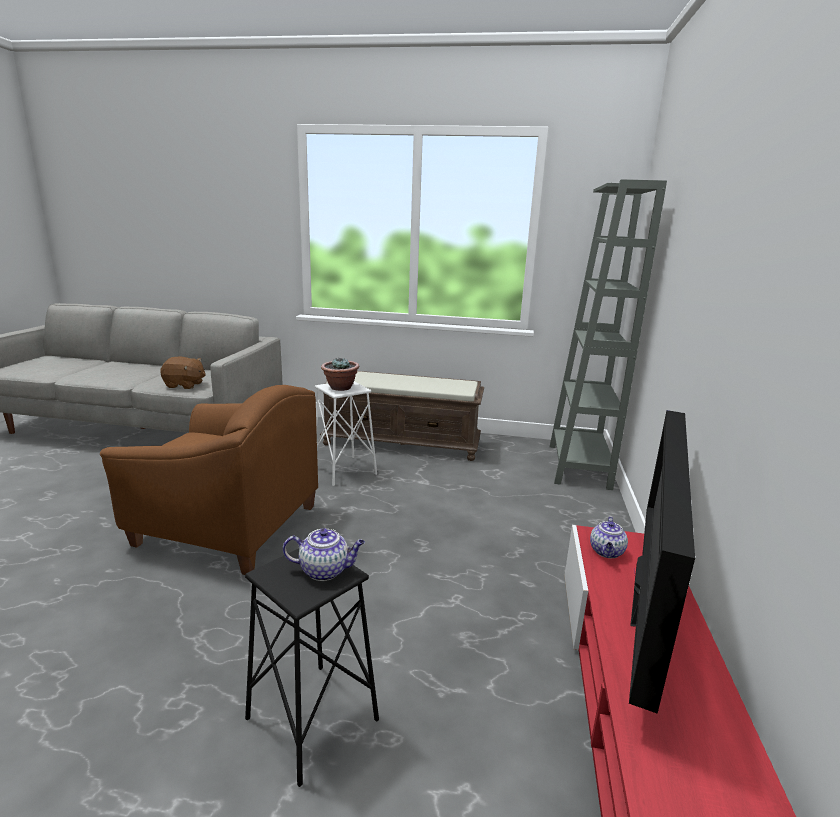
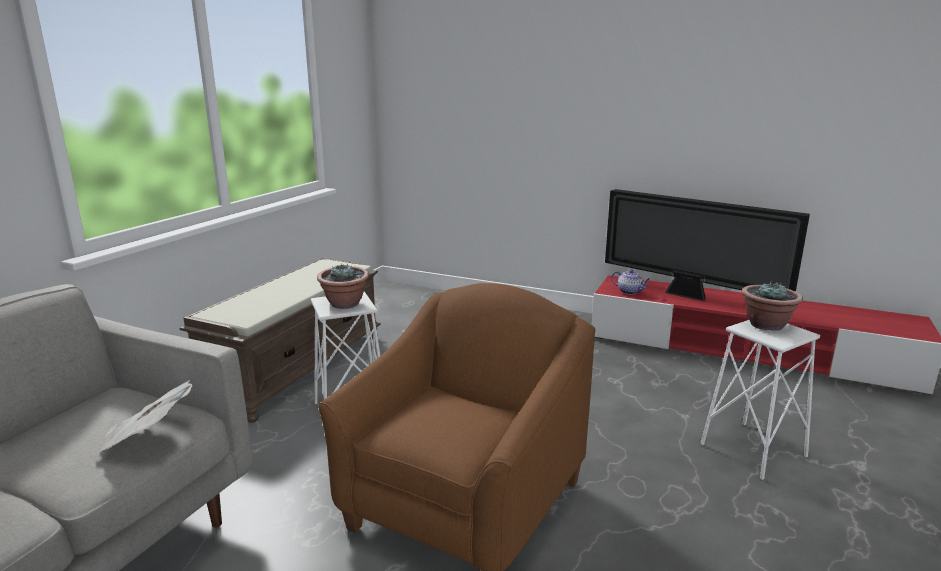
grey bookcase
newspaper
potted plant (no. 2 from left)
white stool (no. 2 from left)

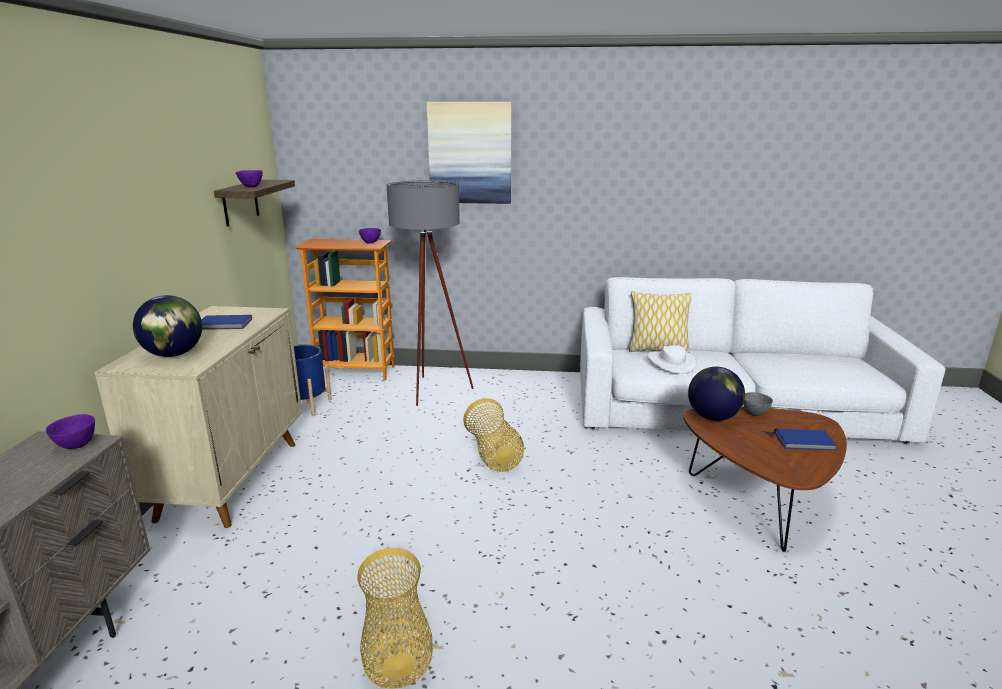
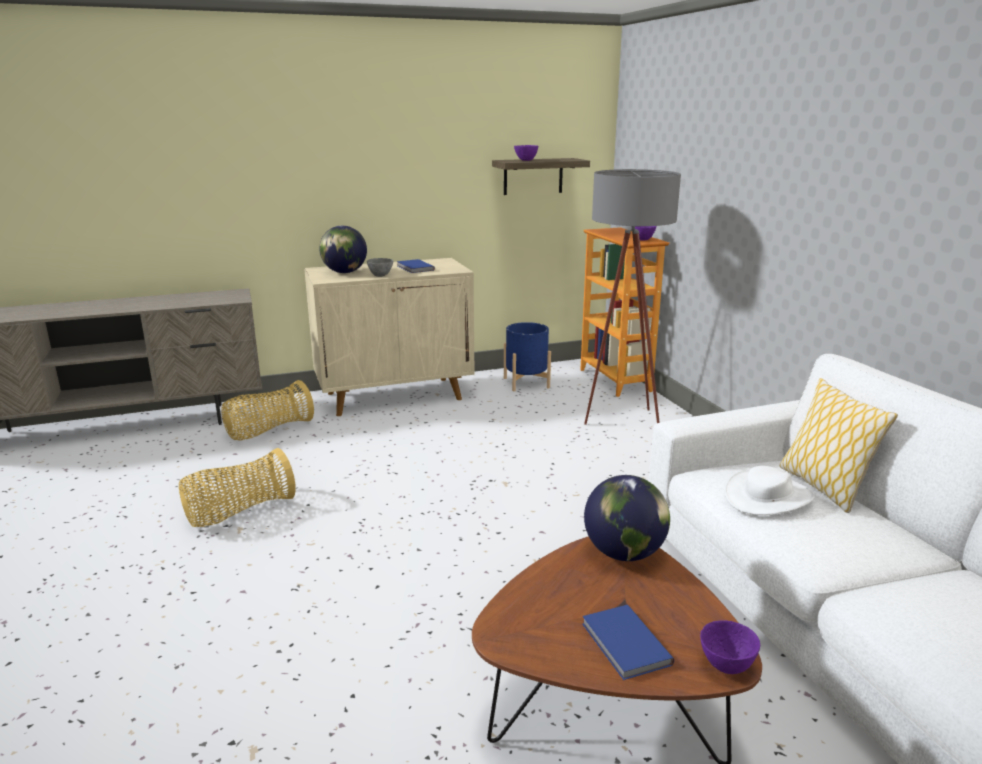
picture
purple bowl (no. 3 from left)
basket (no. 2 from left)
grey bowl

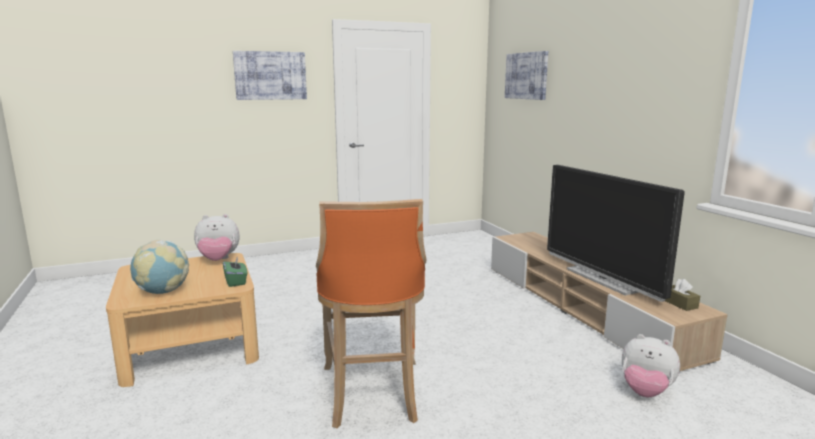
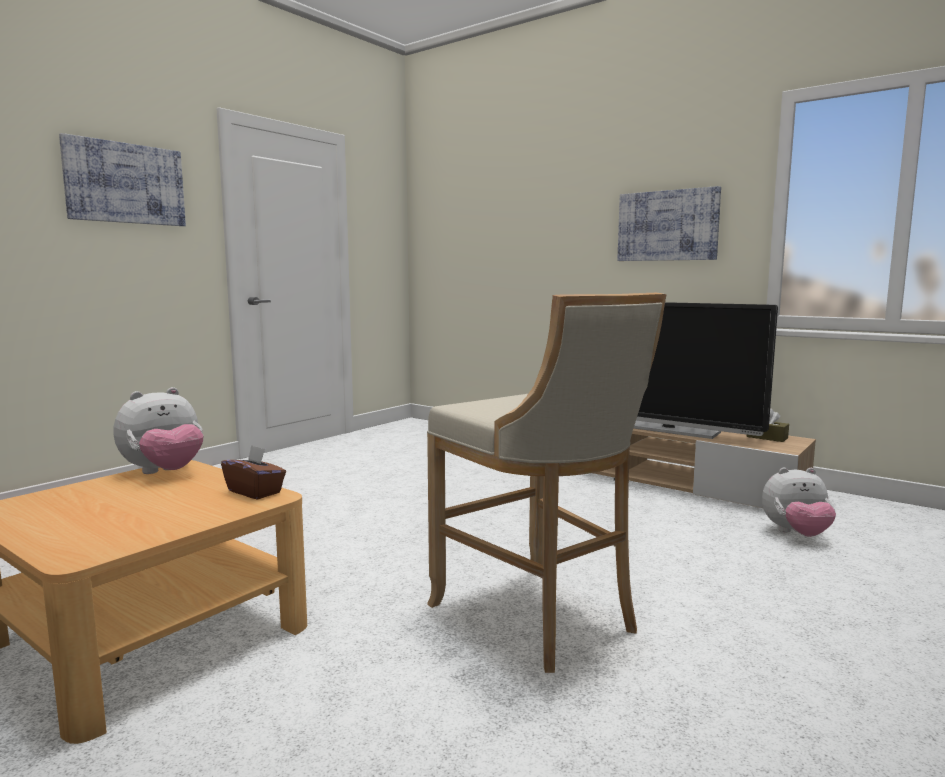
globe
picture (no. 2 from left)
brown tissue box (no. 1 from left)
beige stool

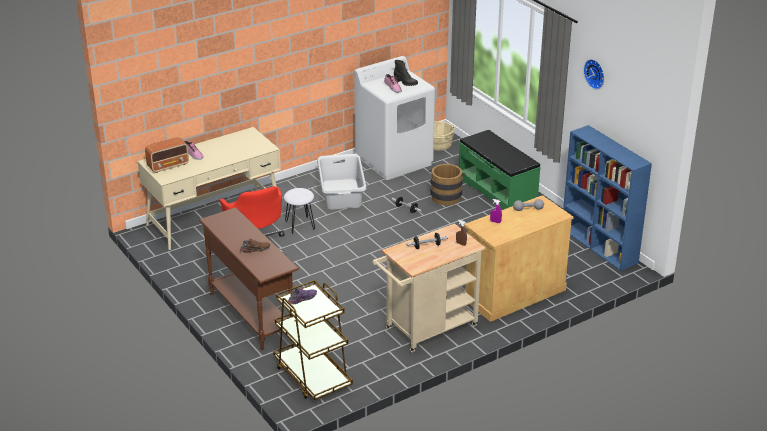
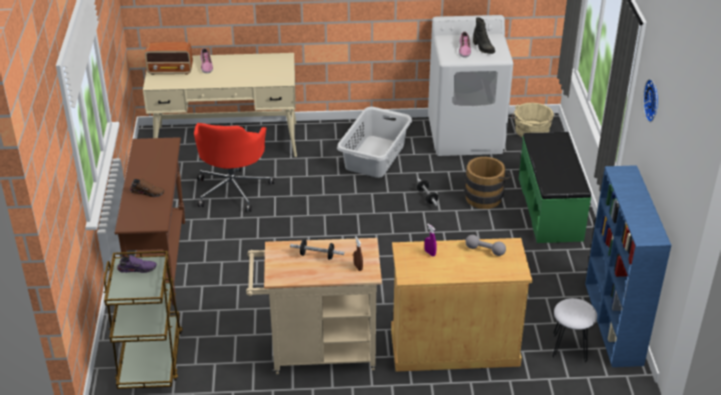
white stool

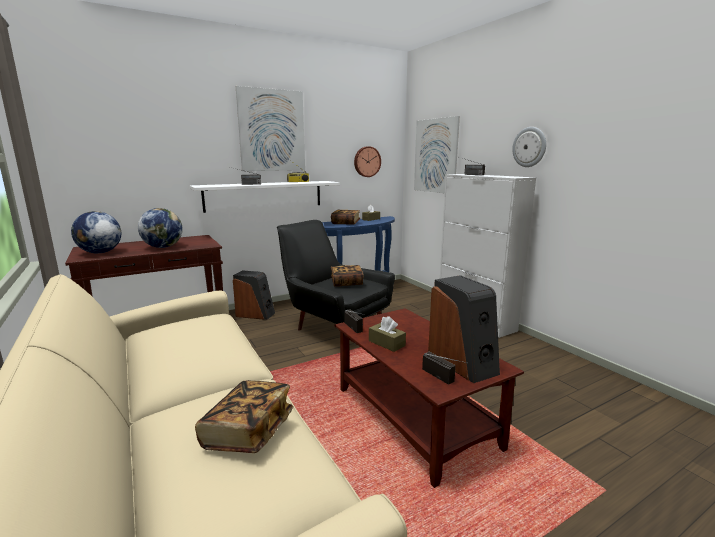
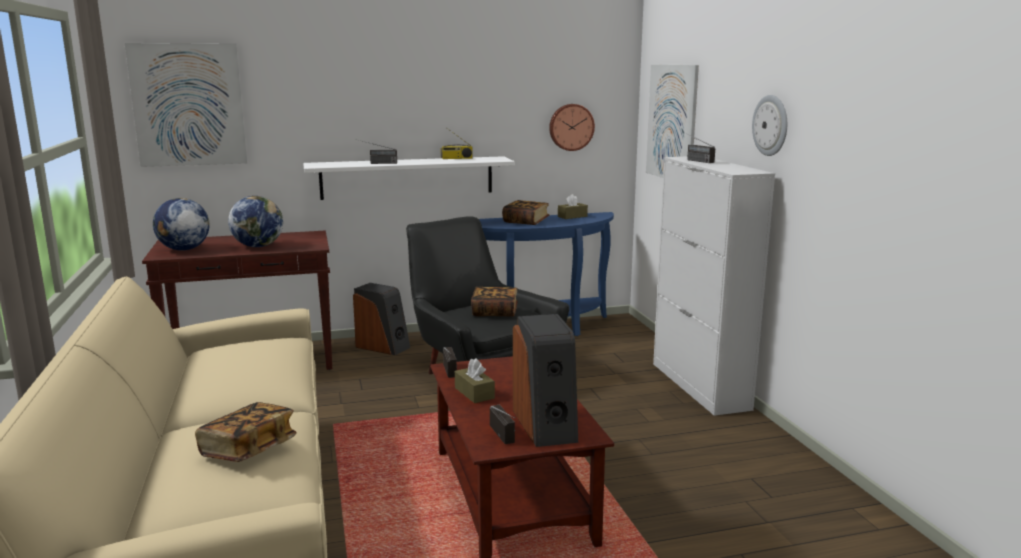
picture (no. 1 from left)

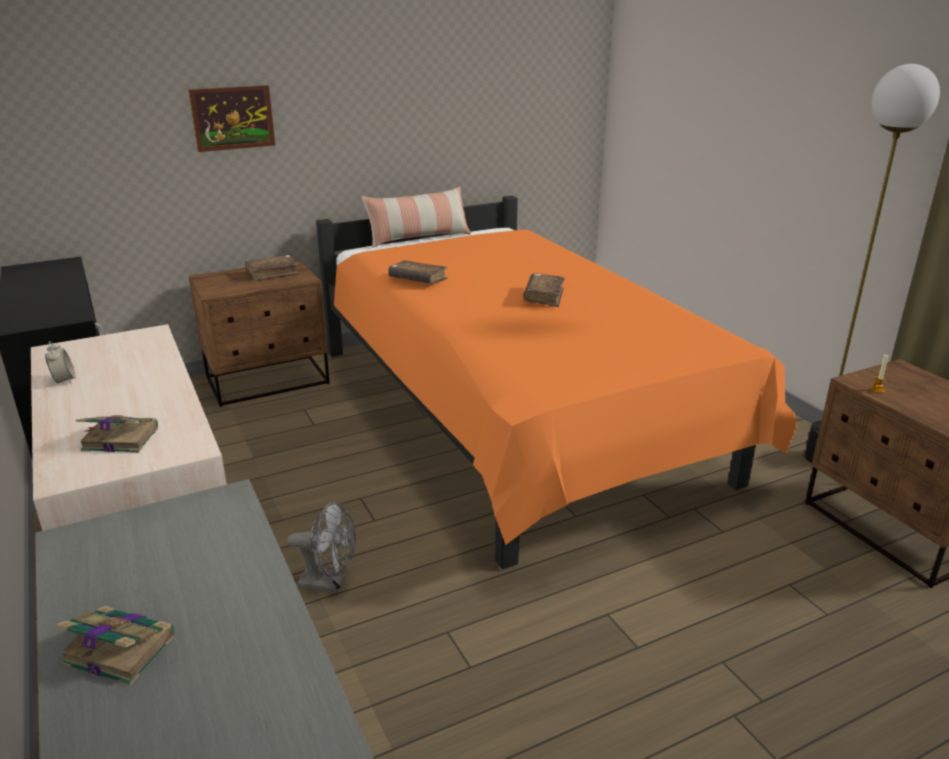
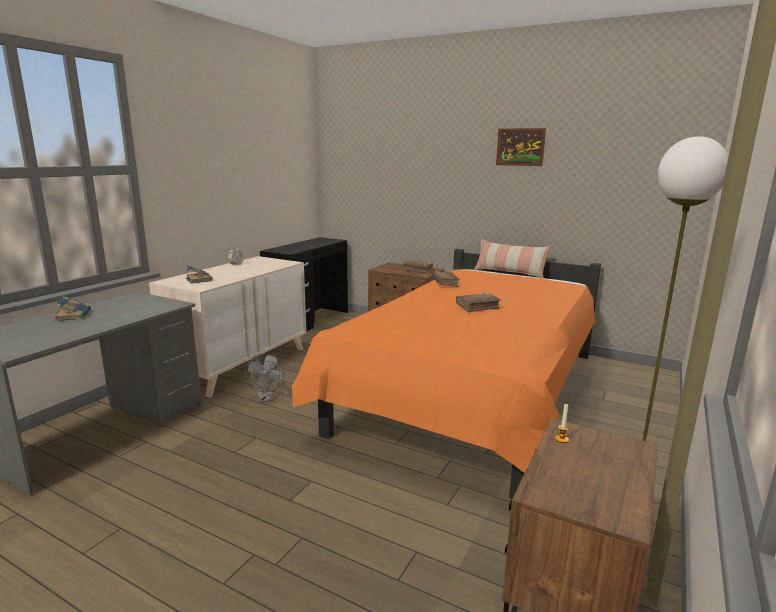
picture

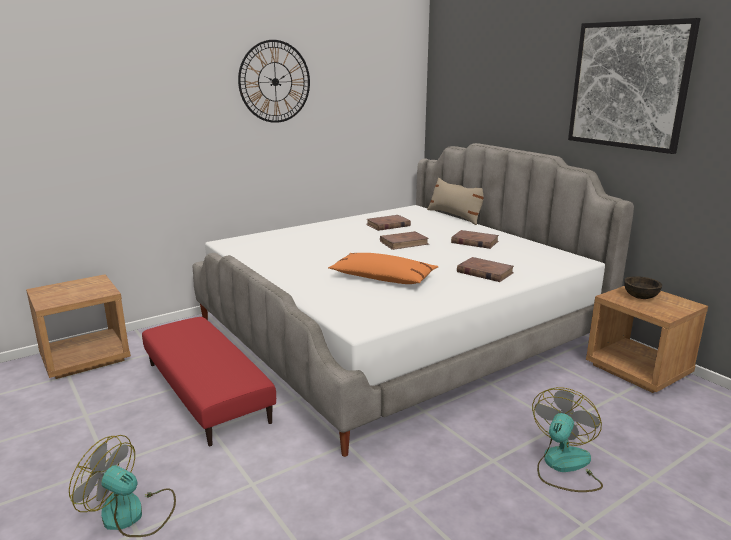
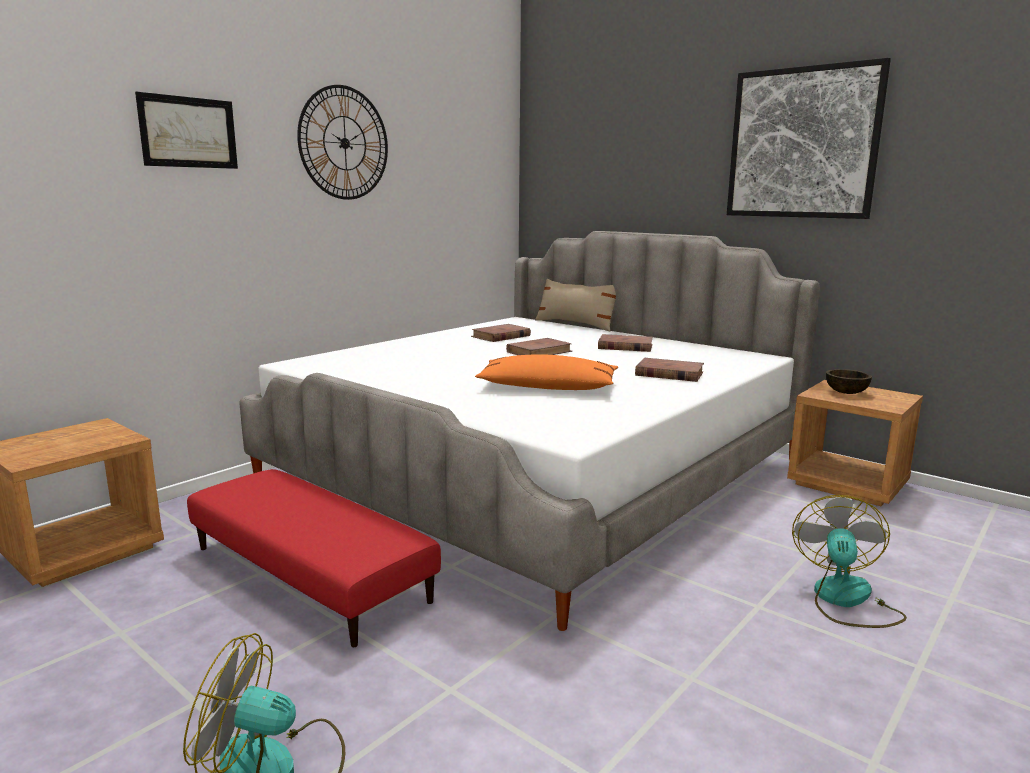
picture (no. 1 from left)

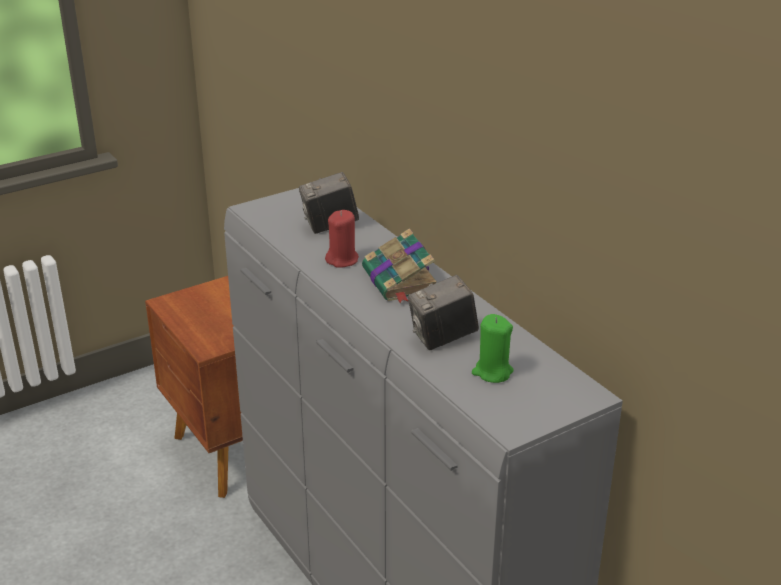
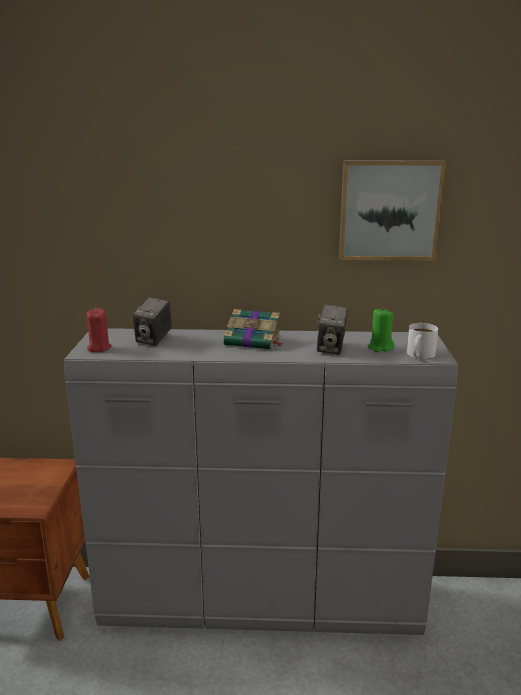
picture
white mug
red candle

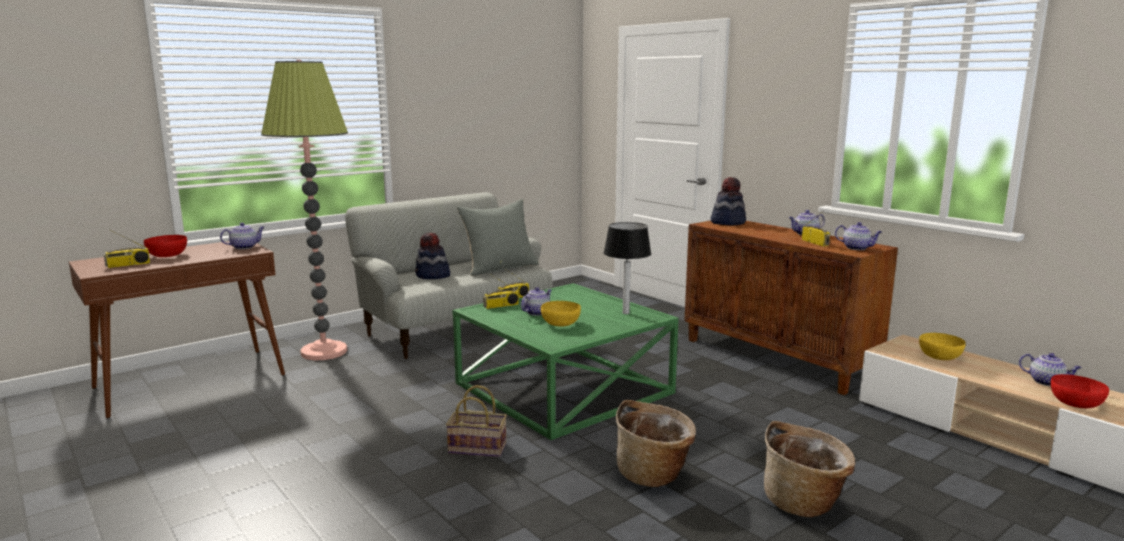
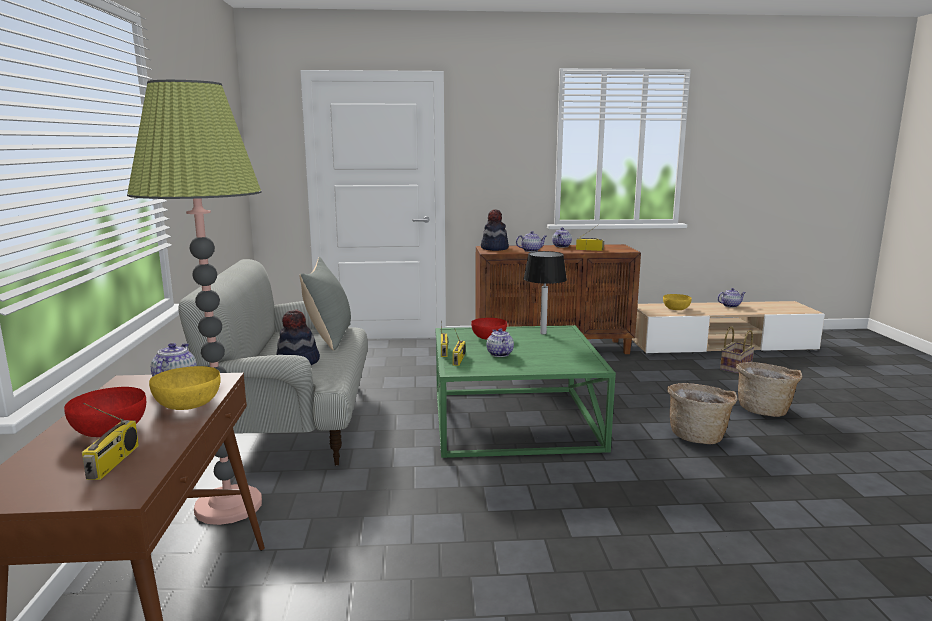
basket (no. 2 from left)
yellow bowl (no. 1 from left)
teapot (no. 3 from left)
red bowl (no. 2 from left)

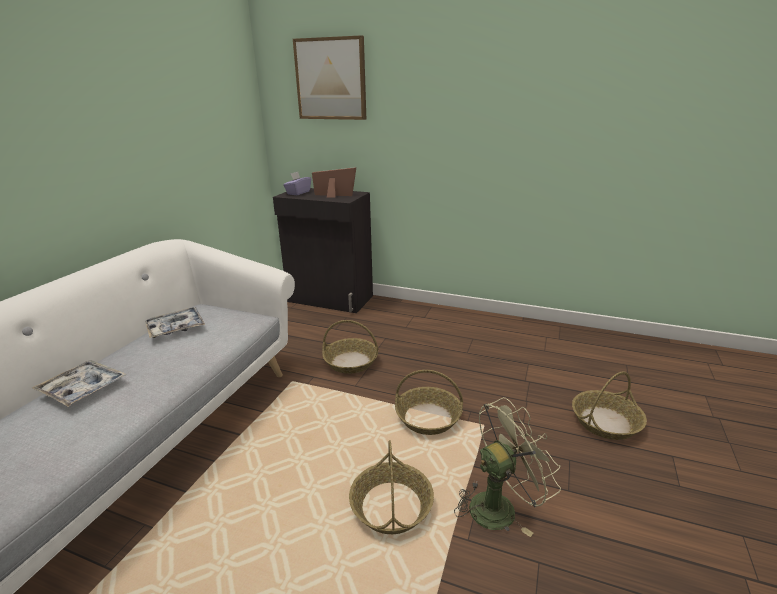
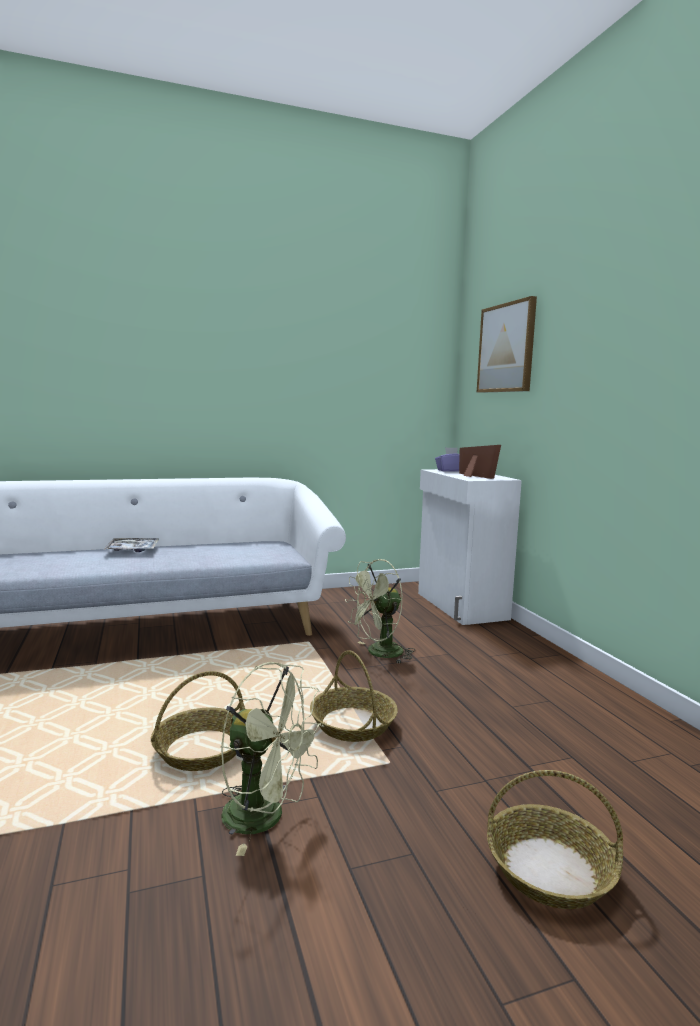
tray (no. 2 from left in the first image)
green fan (no. 2 from left)
white cabinet

